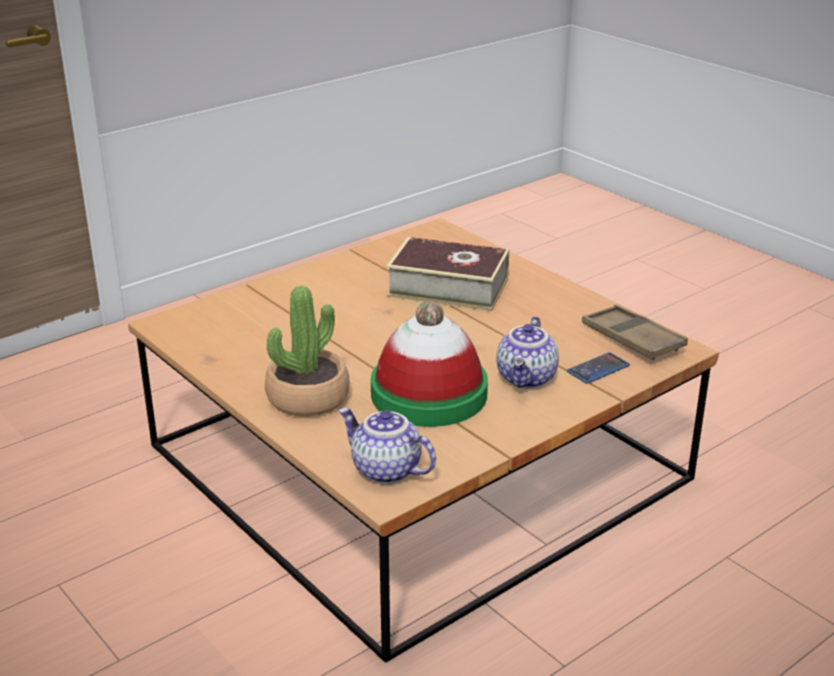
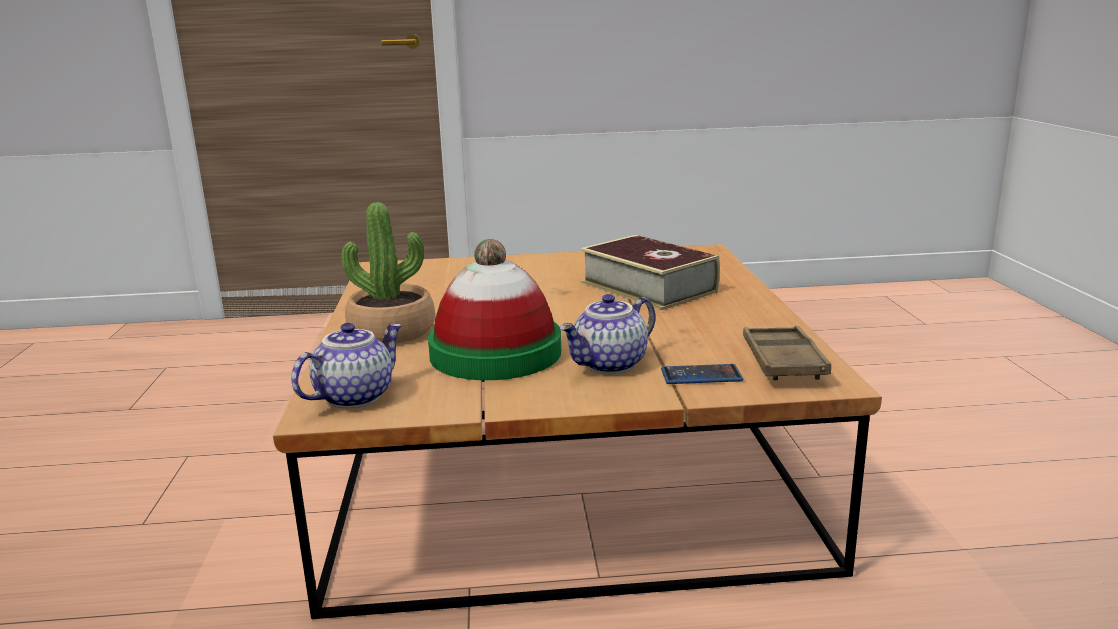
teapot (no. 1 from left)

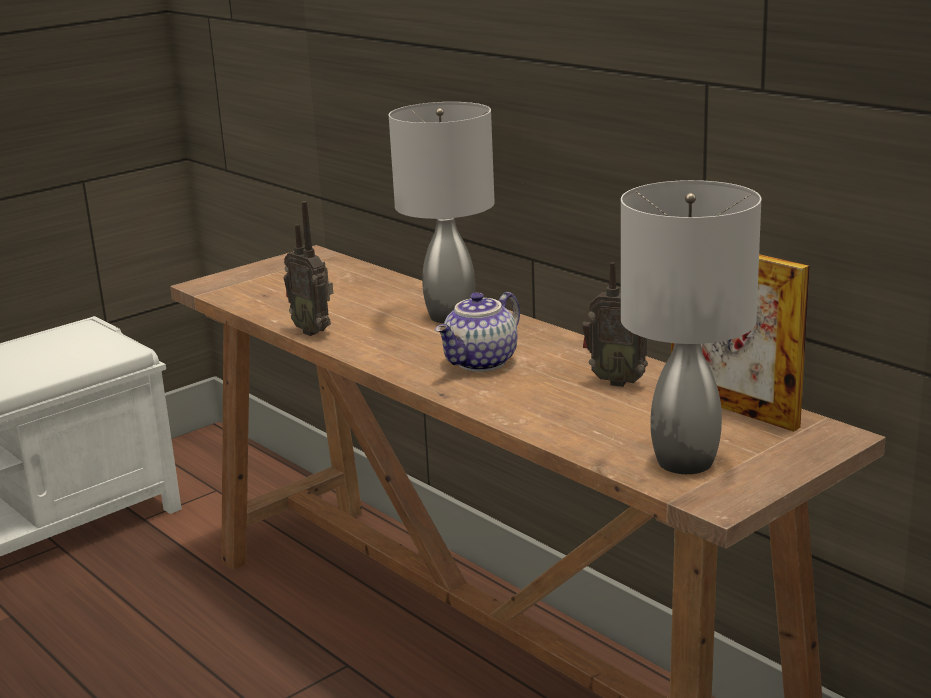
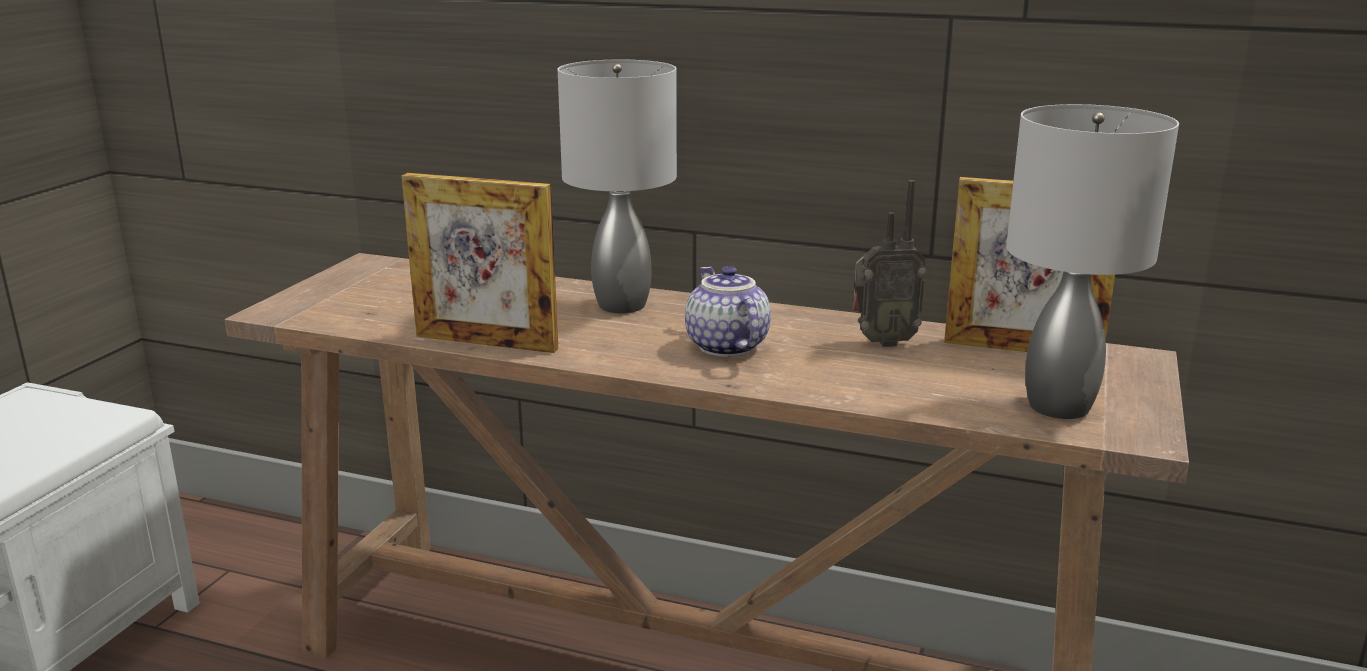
picture frame (no. 1 from left)
teapot

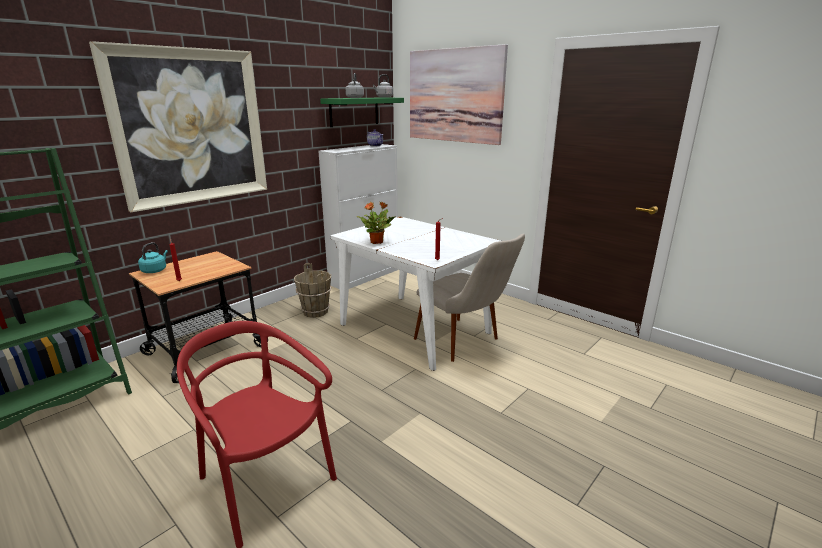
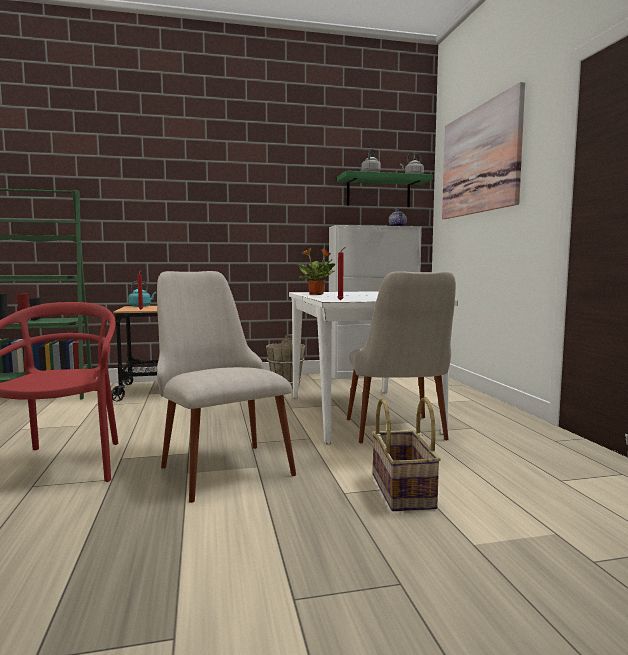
picture (no. 1 from left in the first image)
beige chair (no. 1 from left)
basket

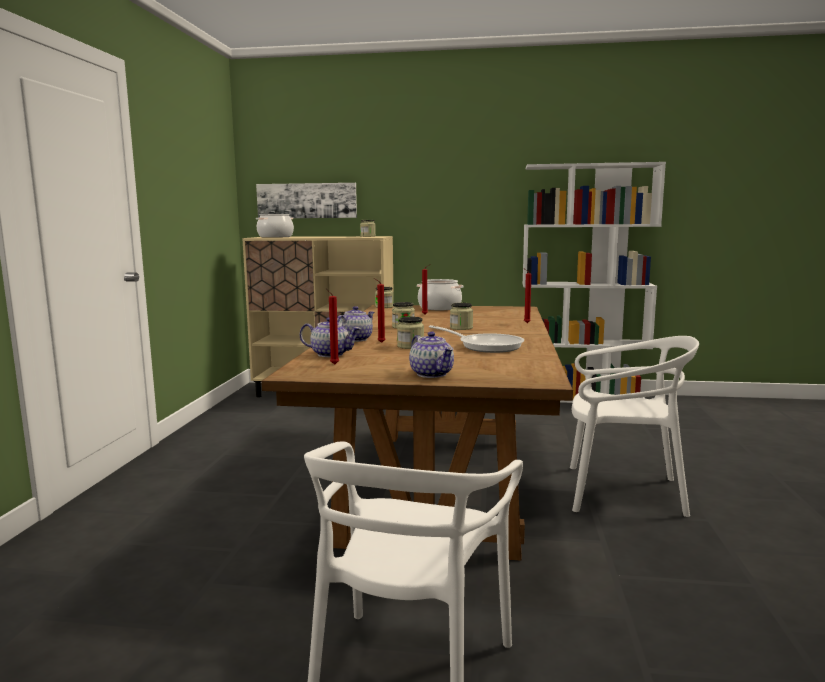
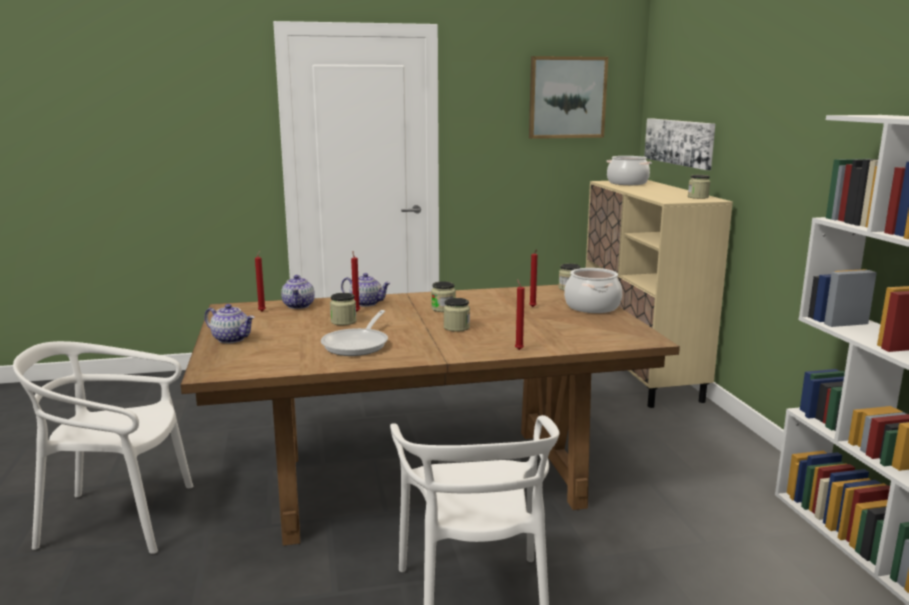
picture (no. 1 from left)
teapot (no. 1 from left)

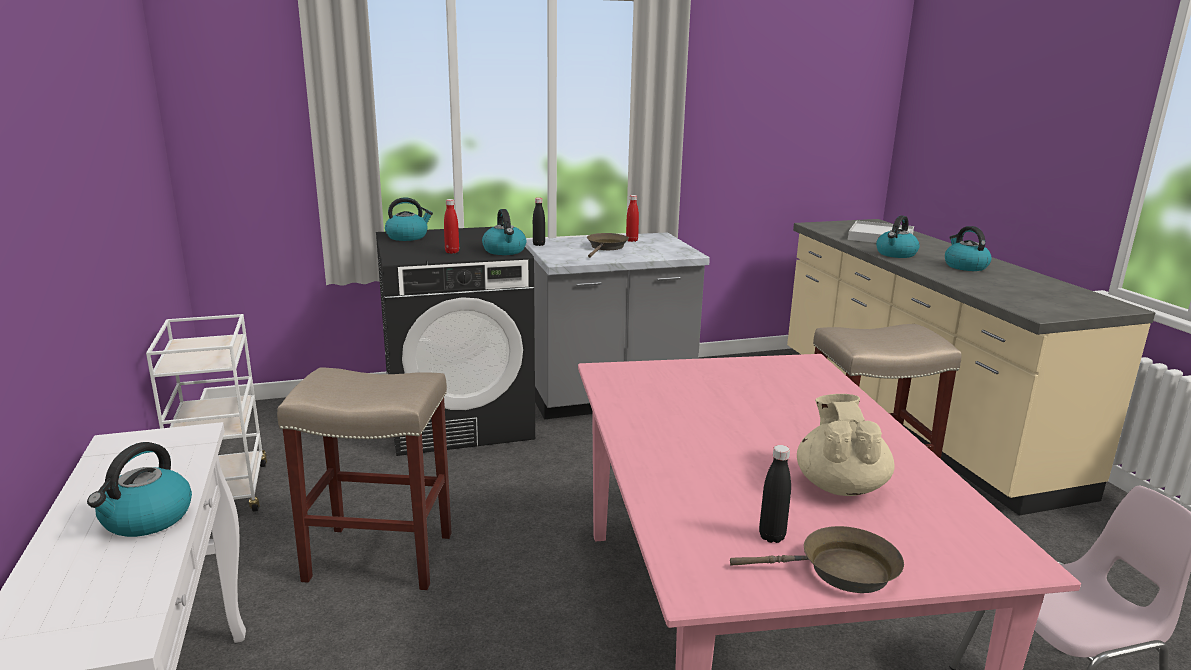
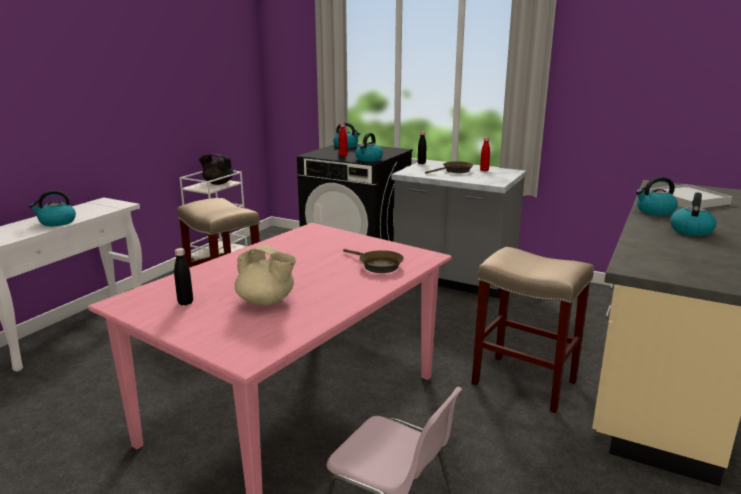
black teapot
brown frying pan (no. 1 from left)
beige teapot

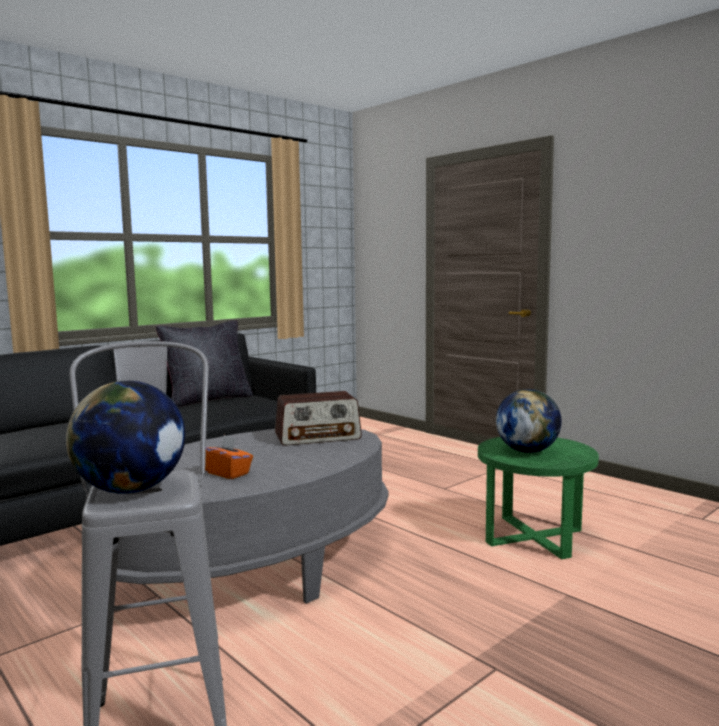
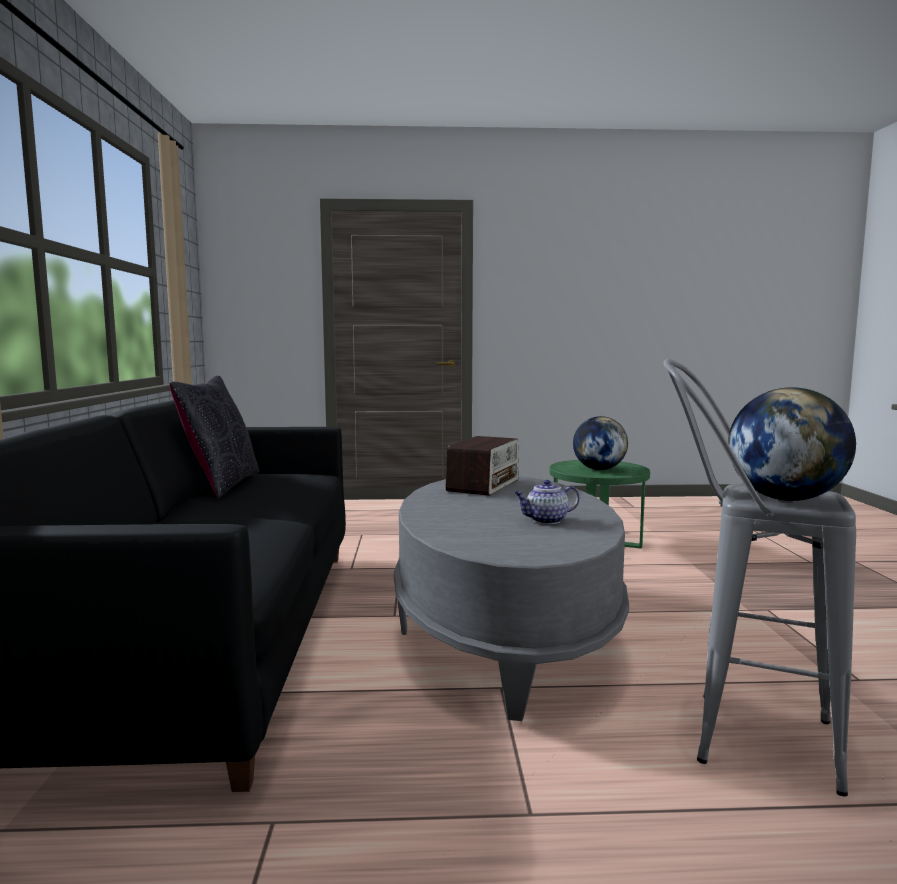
teapot

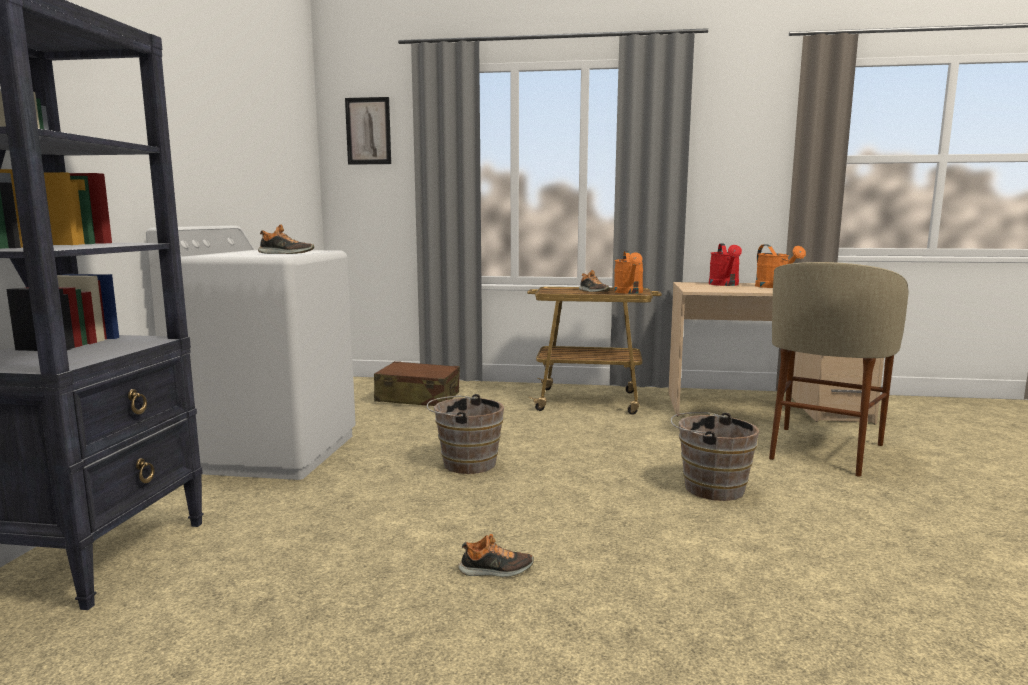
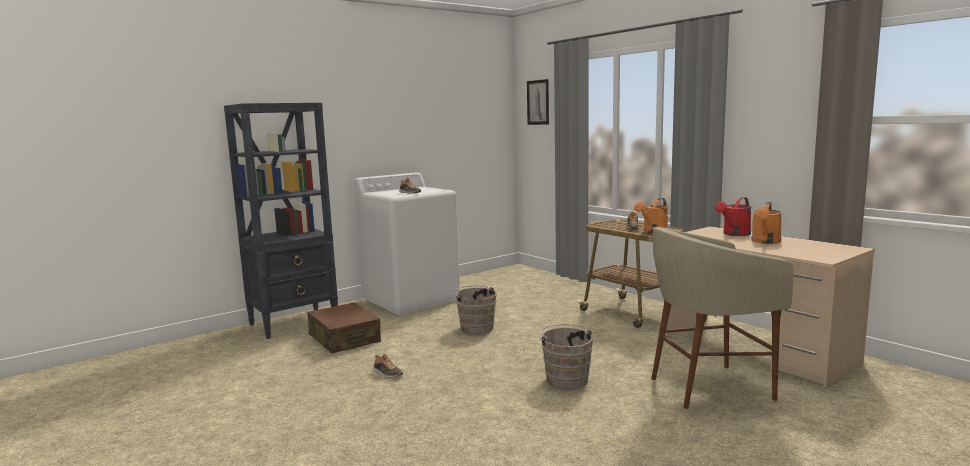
brown suitcase

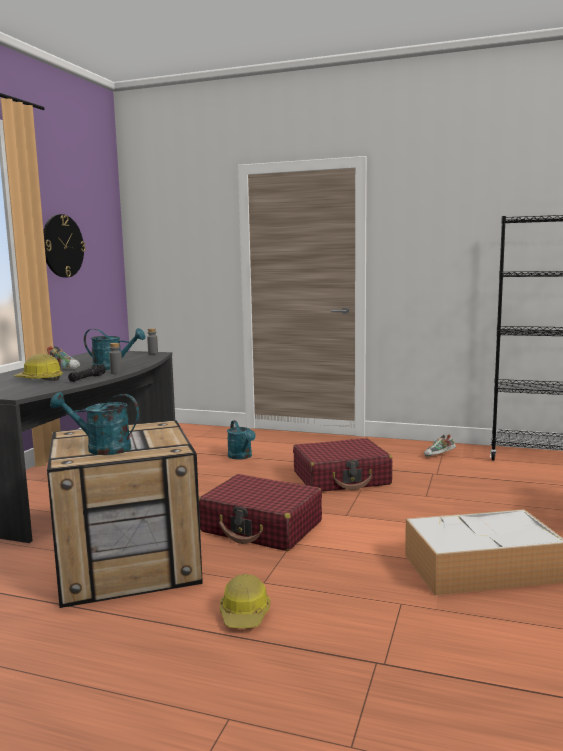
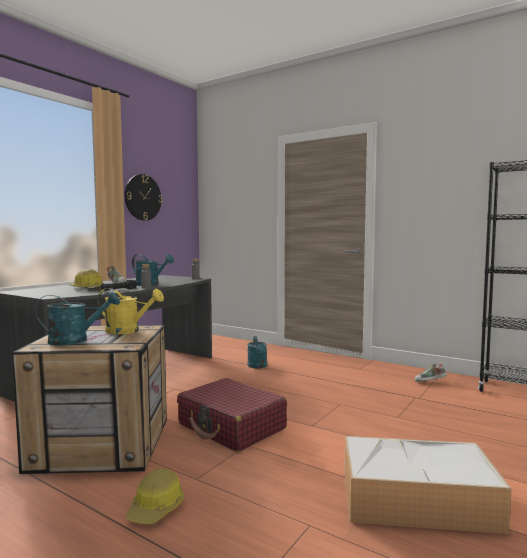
red suitcase (no. 2 from left in the first image)
yellow watering can
turquoise watering can (no. 1 from left)

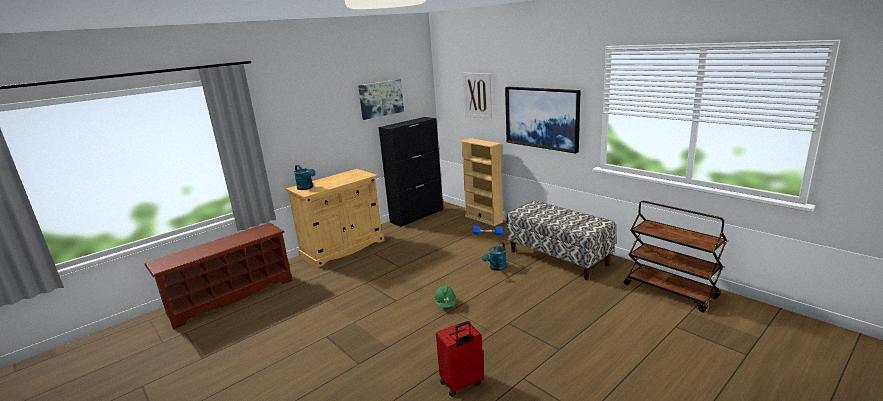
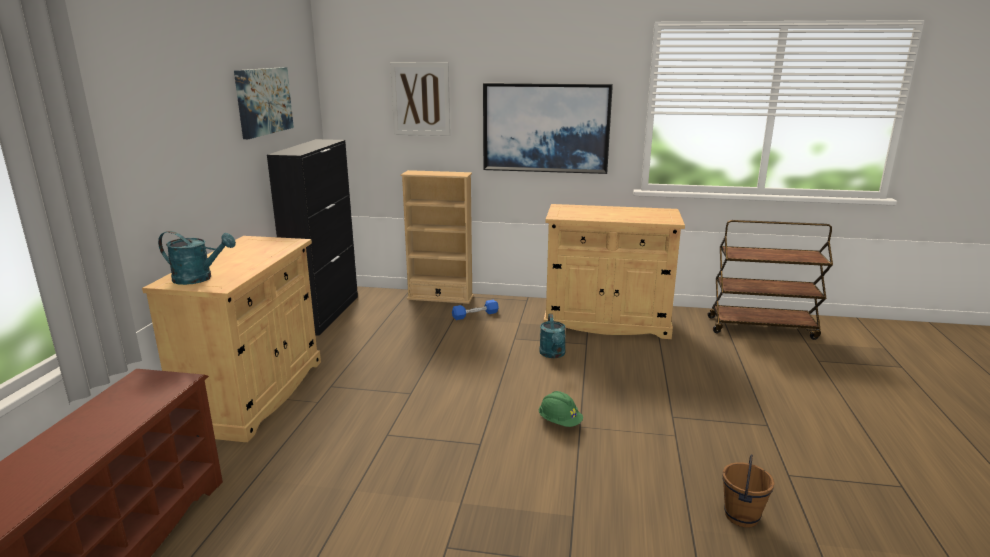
brown bucket
beige cabinet (no. 2 from left)

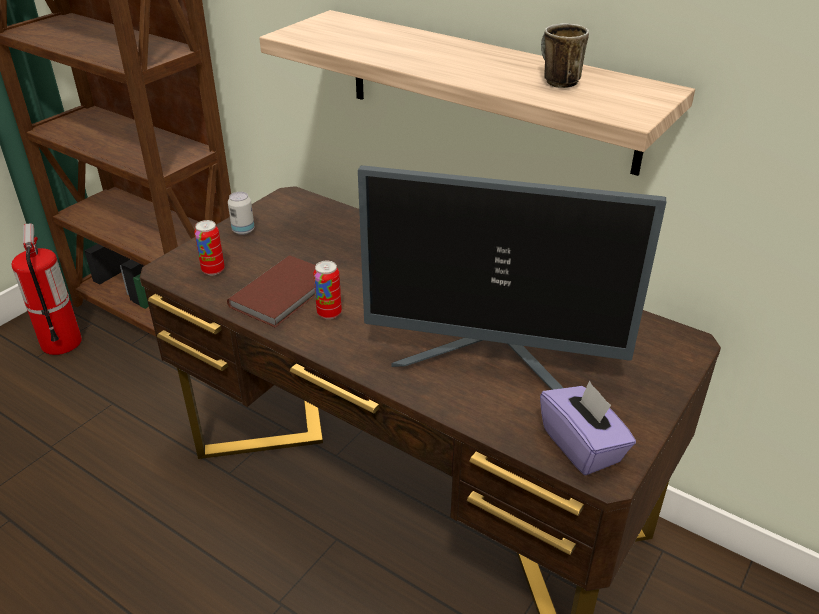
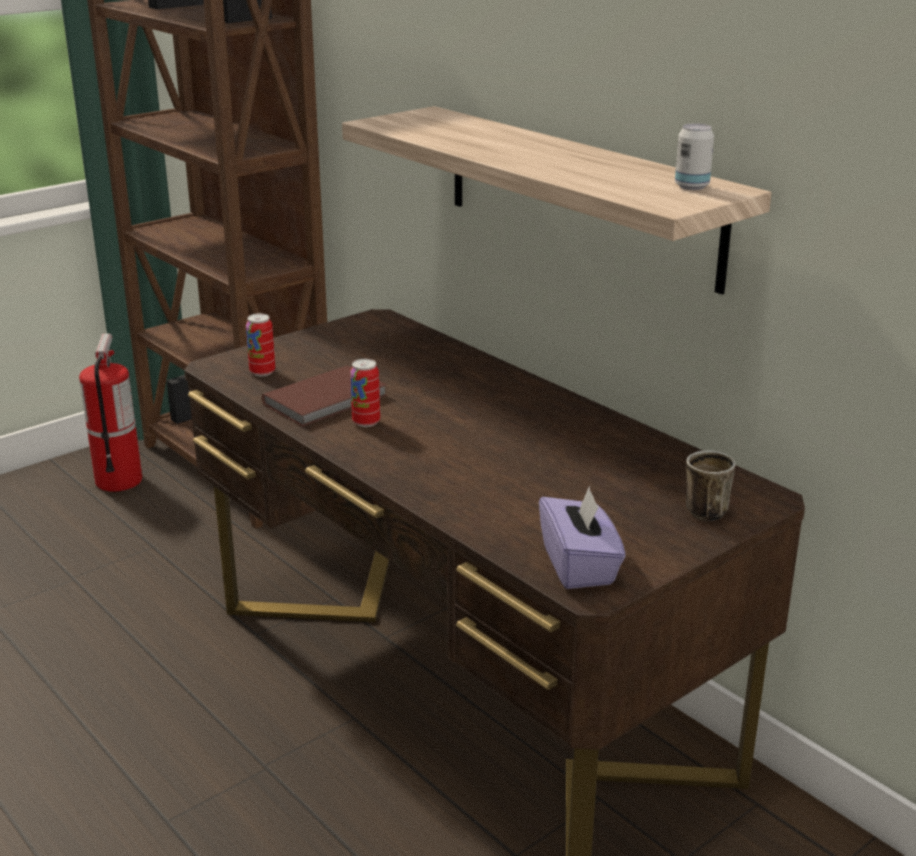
monitor
can (no. 3 from left)
mug

